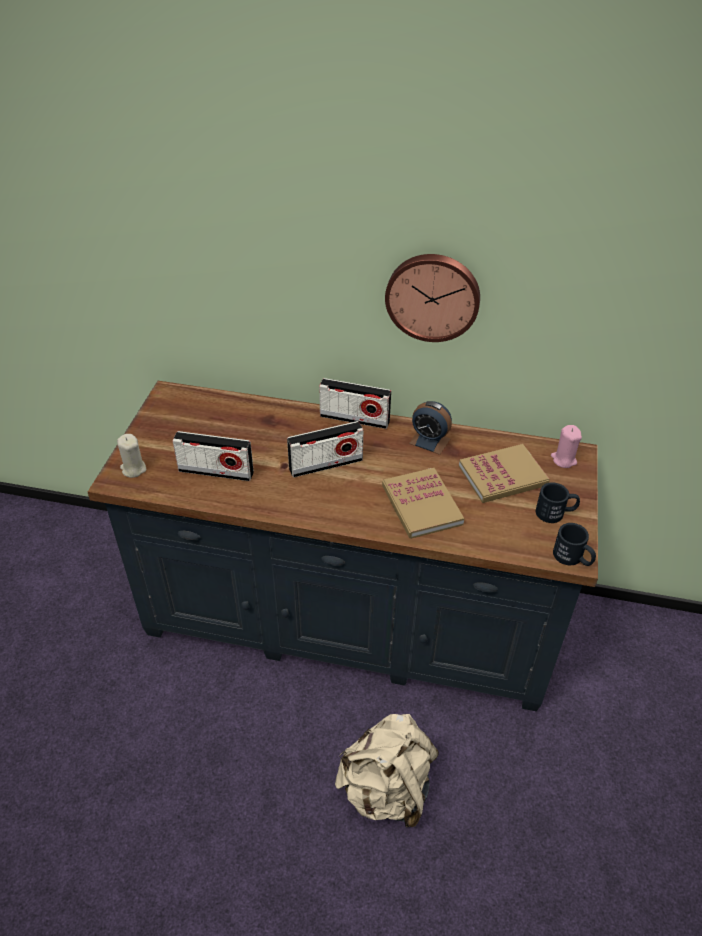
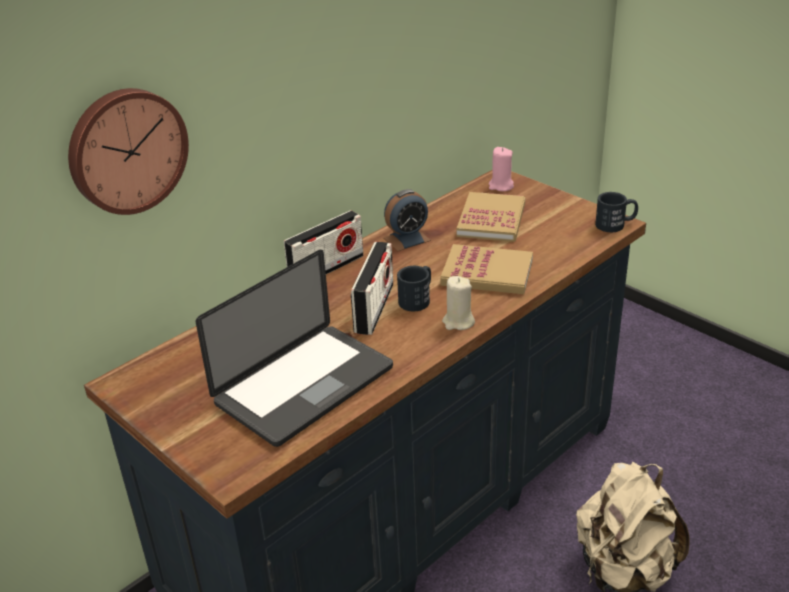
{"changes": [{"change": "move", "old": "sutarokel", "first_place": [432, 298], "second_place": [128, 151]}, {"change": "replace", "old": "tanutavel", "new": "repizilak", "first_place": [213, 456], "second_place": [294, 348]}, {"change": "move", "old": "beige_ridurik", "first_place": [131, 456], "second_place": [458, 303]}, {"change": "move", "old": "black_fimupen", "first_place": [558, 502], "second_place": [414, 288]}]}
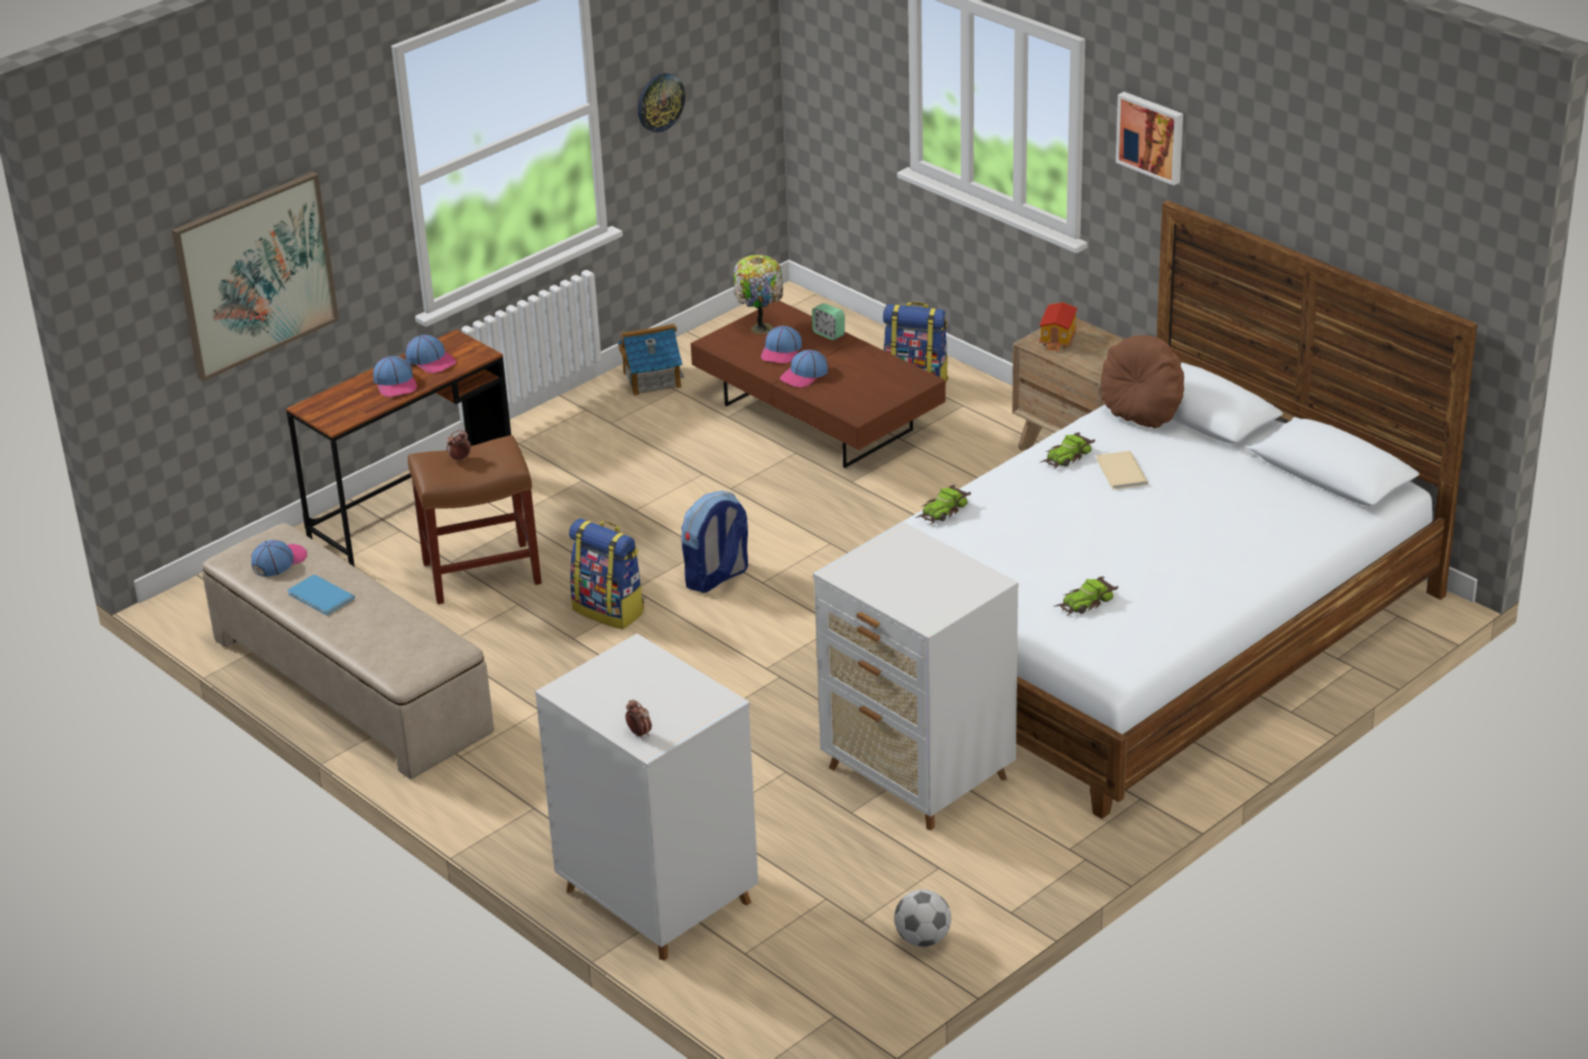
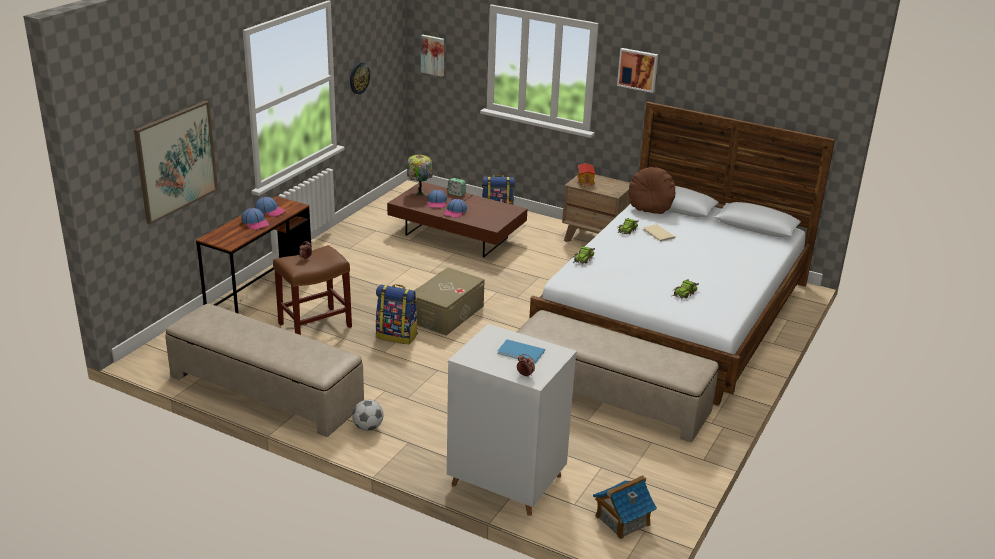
{"changes": [{"change": "move", "old": "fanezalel", "first_place": [651, 359], "second_place": [625, 507]}, {"change": "replace", "old": "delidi", "new": "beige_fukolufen", "first_place": [714, 542], "second_place": [449, 301]}, {"change": "replace", "old": "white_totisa", "new": "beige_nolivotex", "first_place": [916, 675], "second_place": [618, 376]}, {"change": "delete", "old": "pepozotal", "first_place": [279, 558]}, {"change": "move", "old": "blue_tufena", "first_place": [321, 594], "second_place": [521, 351]}, {"change": "move", "old": "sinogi", "first_place": [922, 918], "second_place": [367, 415]}, {"change": "insert", "new": "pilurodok", "second_place": [432, 56]}]}
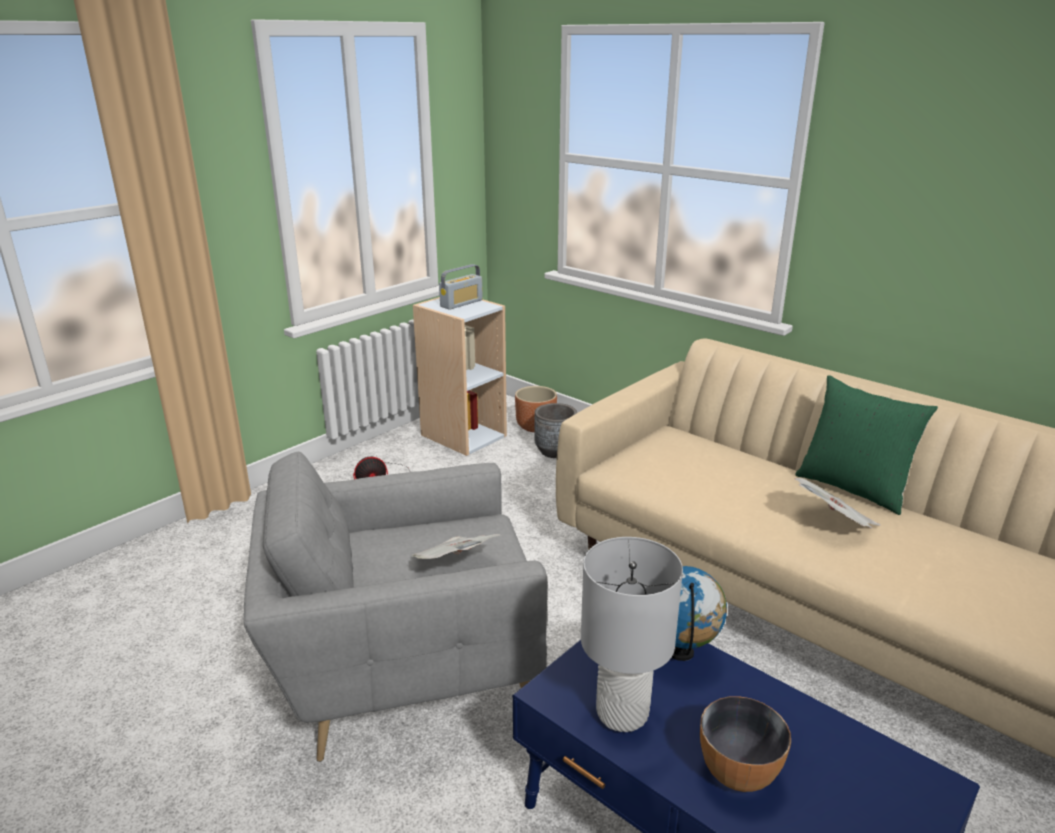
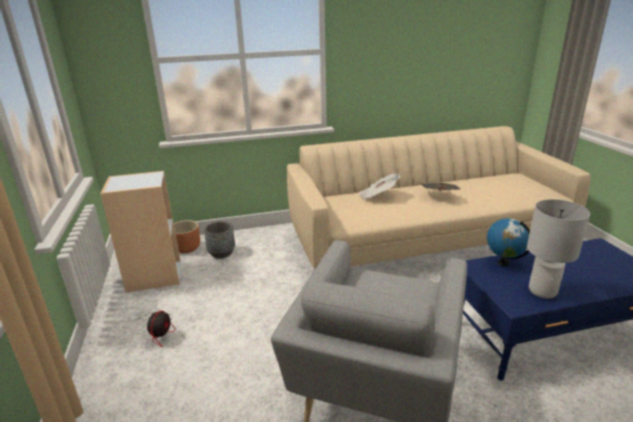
{"changes": [{"change": "delete", "old": "tanutavel", "first_place": [461, 287]}, {"change": "delete", "old": "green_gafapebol", "first_place": [866, 445]}, {"change": "move", "old": "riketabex", "first_place": [456, 546], "second_place": [379, 187]}, {"change": "delete", "old": "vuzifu", "first_place": [745, 744]}]}
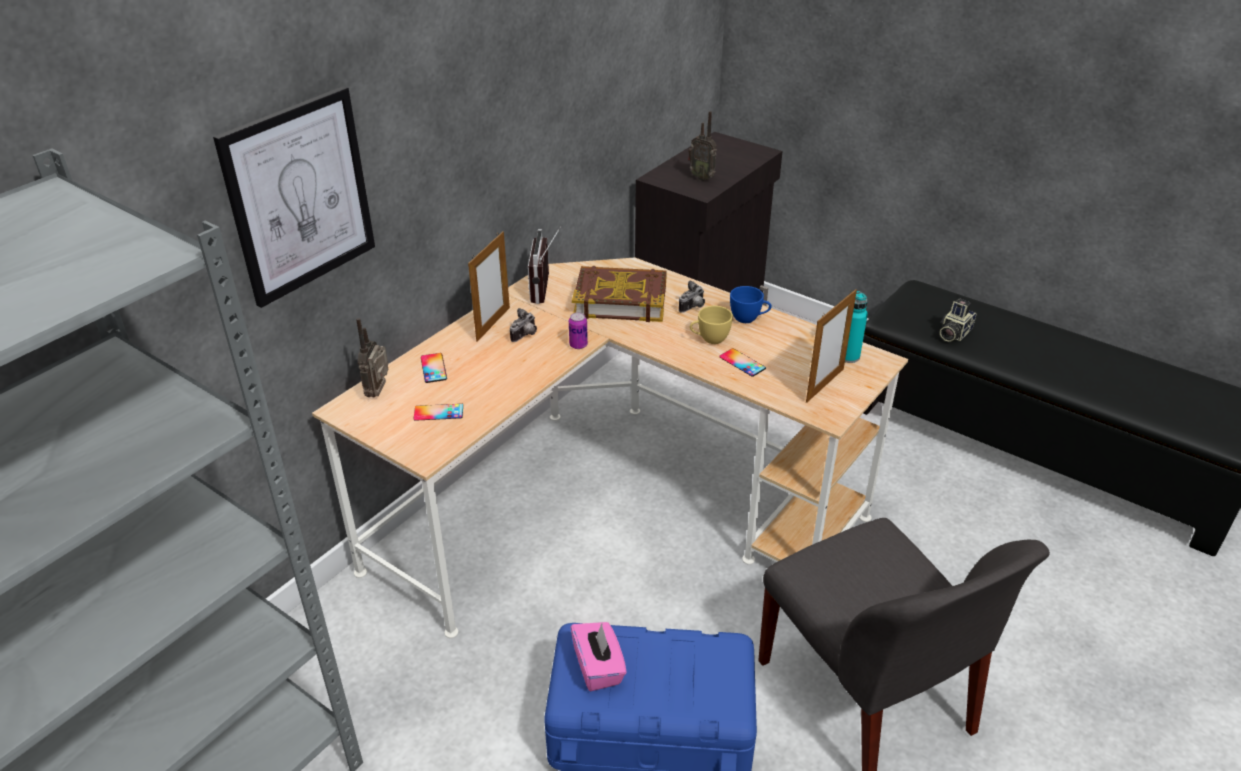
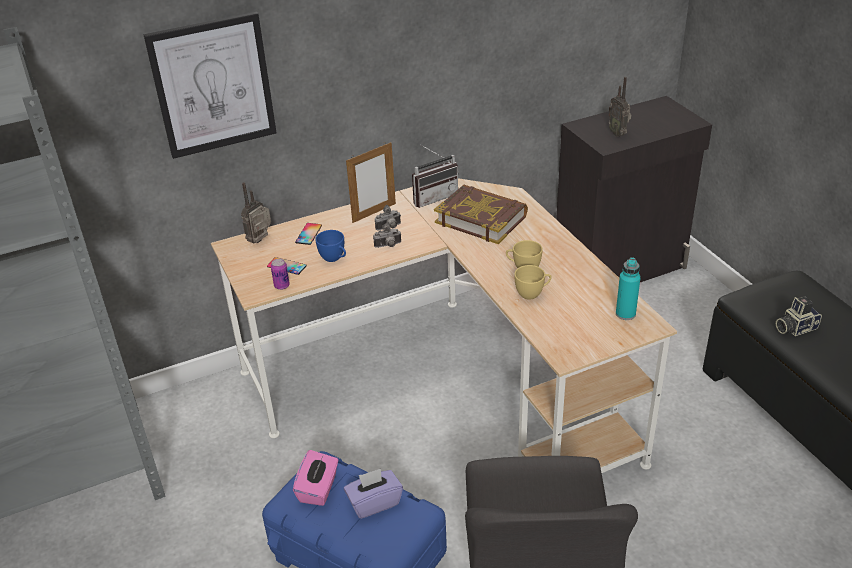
{"changes": [{"change": "rotate", "old": "tanutavel", "first_place": [544, 265], "second_place": [435, 176], "degrees": -150}, {"change": "move", "old": "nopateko", "first_place": [692, 297], "second_place": [387, 235]}, {"change": "move", "old": "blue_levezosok", "first_place": [750, 304], "second_place": [330, 246]}, {"change": "delete", "old": "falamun", "first_place": [831, 346]}, {"change": "move", "old": "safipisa", "first_place": [578, 330], "second_place": [280, 274]}, {"change": "replace", "old": "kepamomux", "new": "yellow_levezosok", "first_place": [742, 362], "second_place": [533, 282]}, {"change": "insert", "new": "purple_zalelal", "second_place": [373, 493]}]}
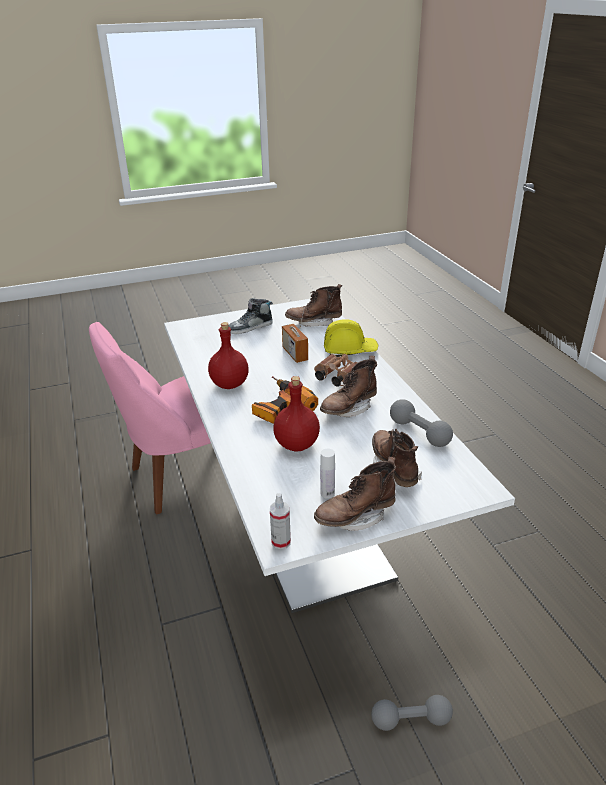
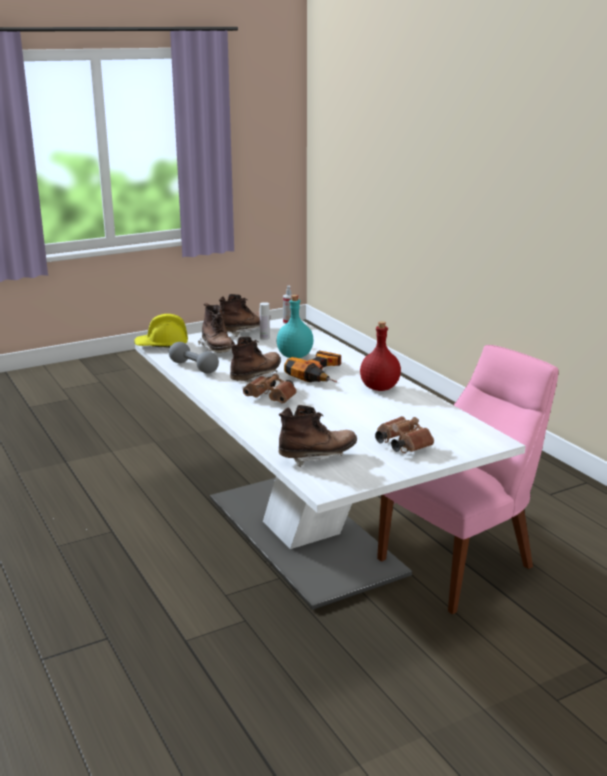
{"changes": [{"change": "replace", "old": "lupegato", "new": "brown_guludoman", "first_place": [250, 316], "second_place": [404, 434]}, {"change": "delete", "old": "tanutavel", "first_place": [295, 335]}, {"change": "move", "old": "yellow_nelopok", "first_place": [351, 338], "second_place": [161, 331]}, {"change": "recolor", "old": "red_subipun", "new": "turquoise_subipun", "first_place": [296, 414], "second_place": [295, 326]}, {"change": "delete", "old": "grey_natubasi", "first_place": [412, 713]}]}
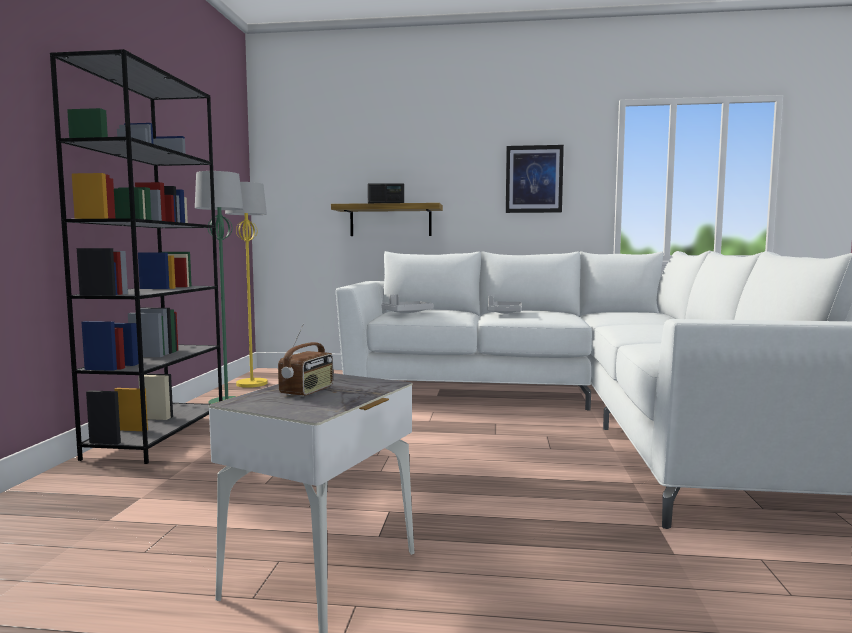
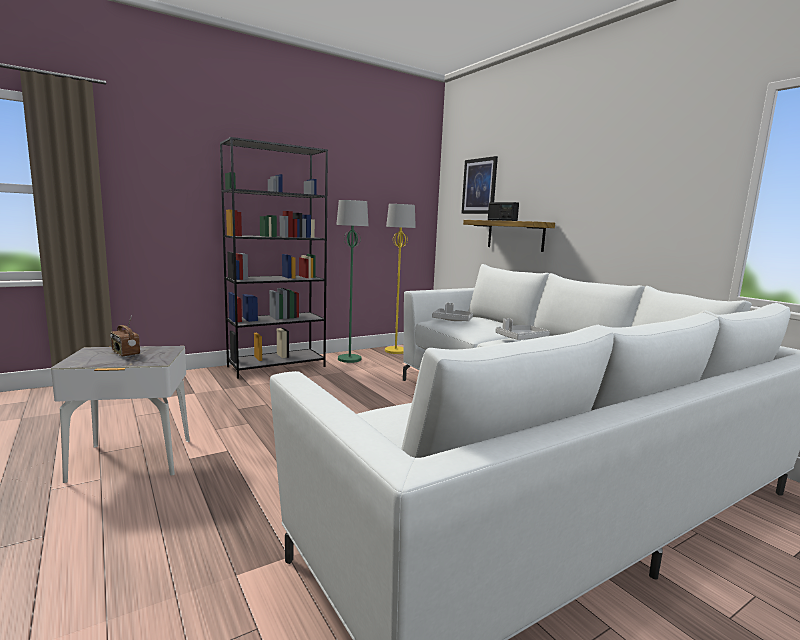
{"changes": [{"change": "move", "old": "pilurodok", "first_place": [535, 179], "second_place": [479, 185]}, {"change": "rotate", "old": "tanutavel", "first_place": [305, 360], "second_place": [125, 337], "degrees": 60}]}
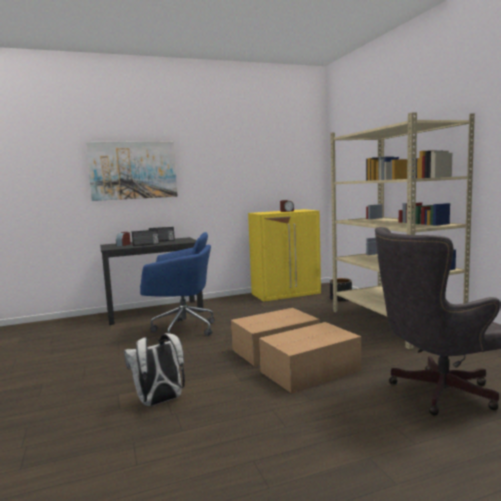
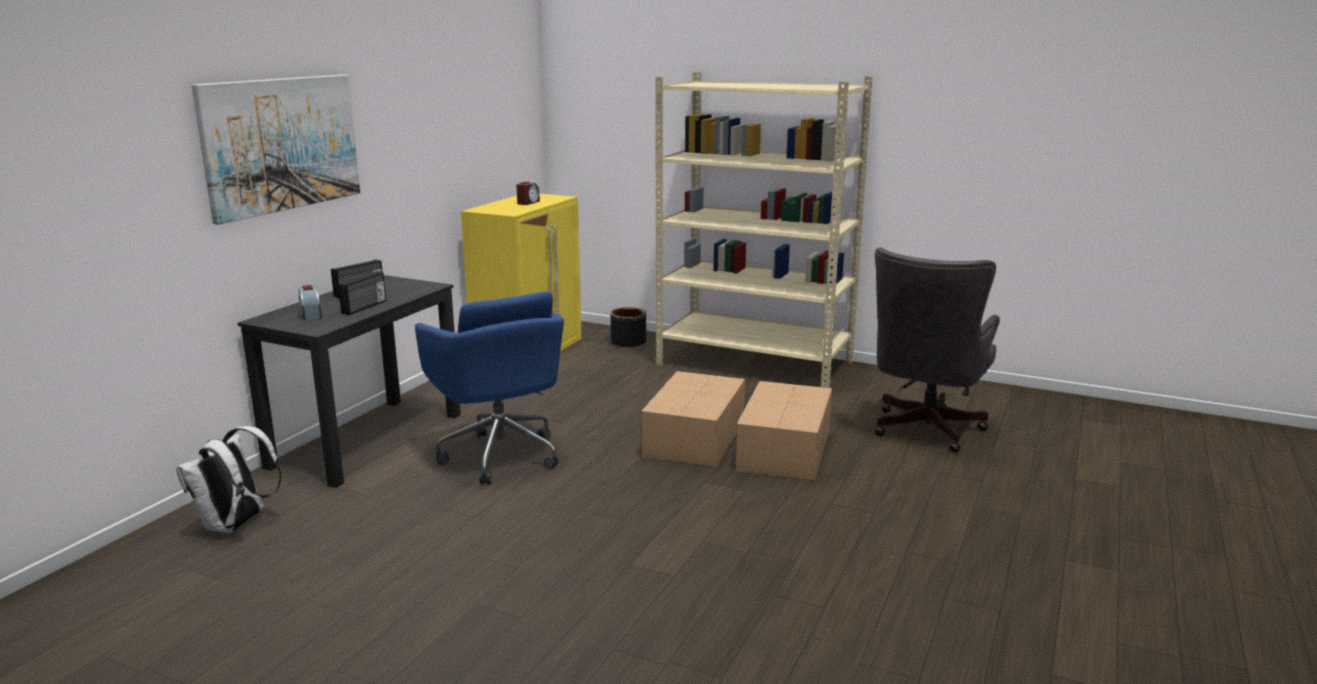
{"changes": [{"change": "rotate", "old": "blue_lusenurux", "first_place": [177, 286], "second_place": [489, 388], "degrees": 105}, {"change": "move", "old": "white_delidi", "first_place": [154, 369], "second_place": [229, 479]}]}
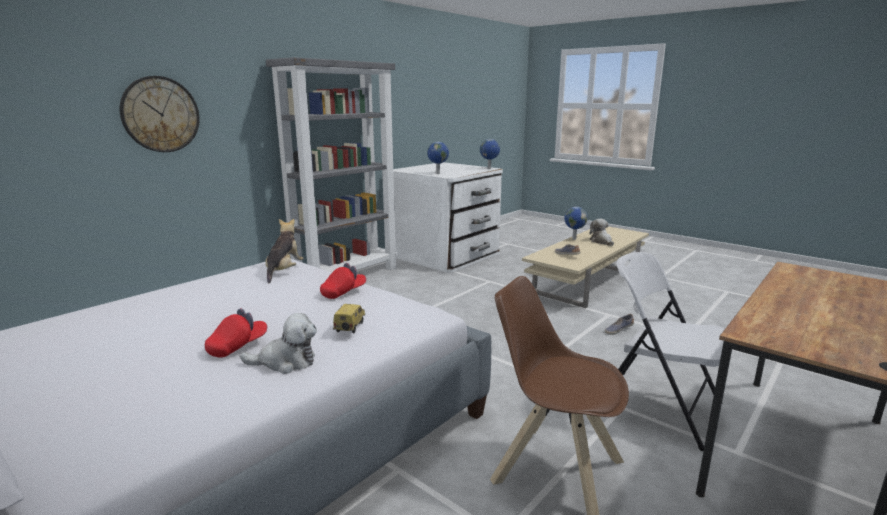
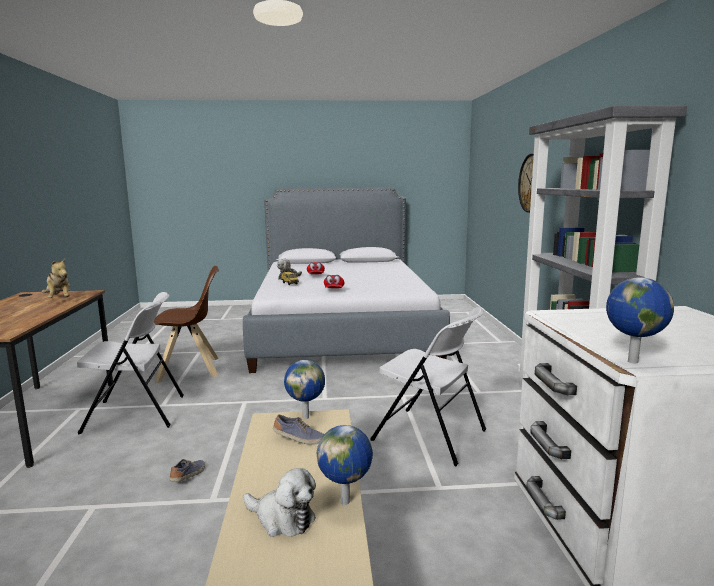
{"changes": [{"change": "move", "old": "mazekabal", "first_place": [438, 158], "second_place": [304, 389]}, {"change": "move", "old": "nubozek", "first_place": [284, 251], "second_place": [56, 278]}, {"change": "insert", "new": "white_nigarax", "second_place": [428, 387]}]}
